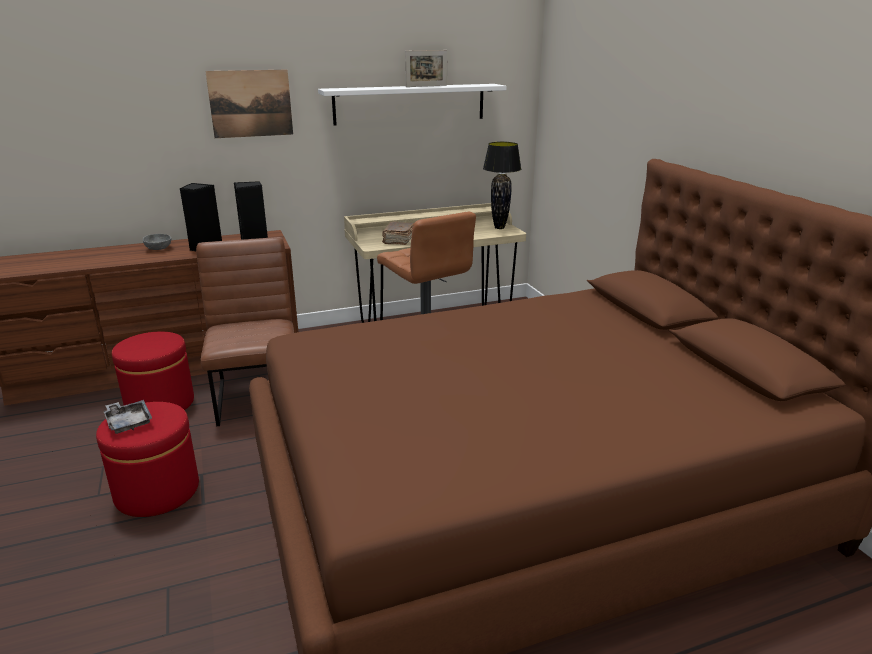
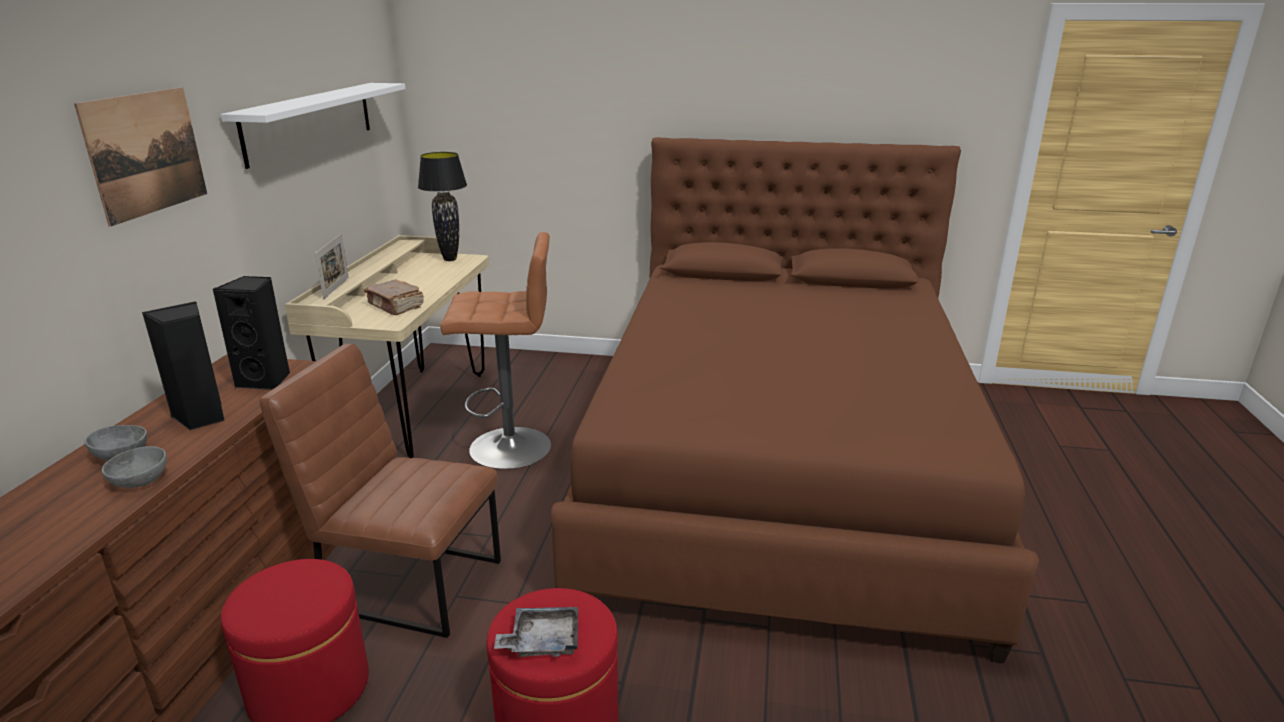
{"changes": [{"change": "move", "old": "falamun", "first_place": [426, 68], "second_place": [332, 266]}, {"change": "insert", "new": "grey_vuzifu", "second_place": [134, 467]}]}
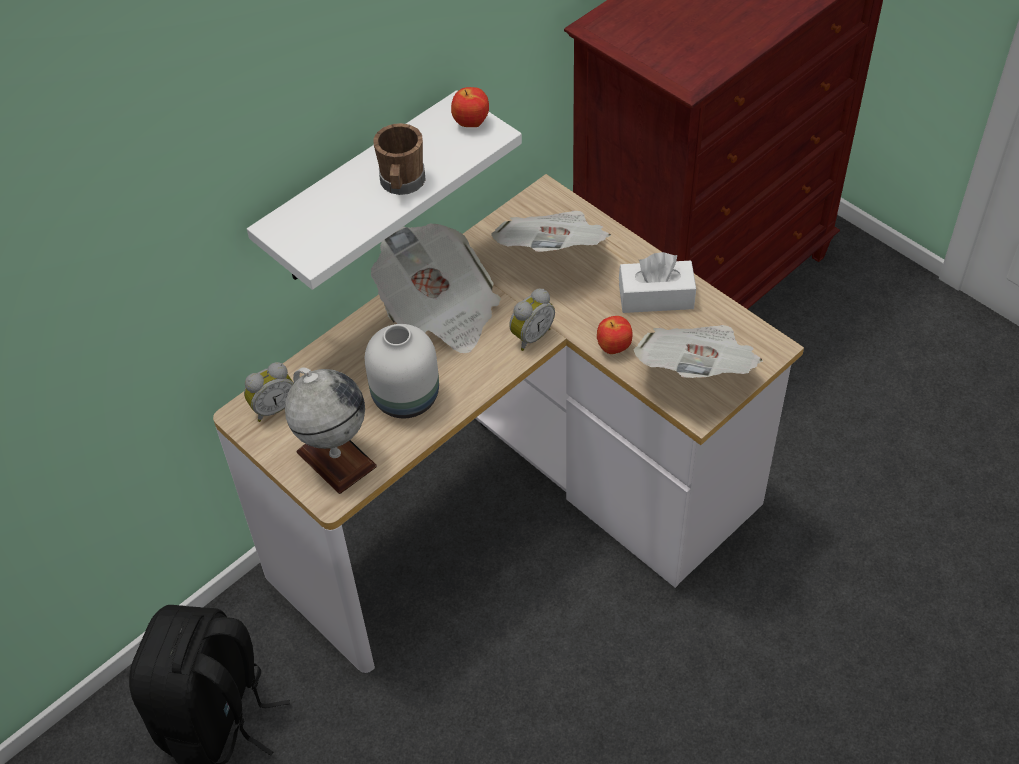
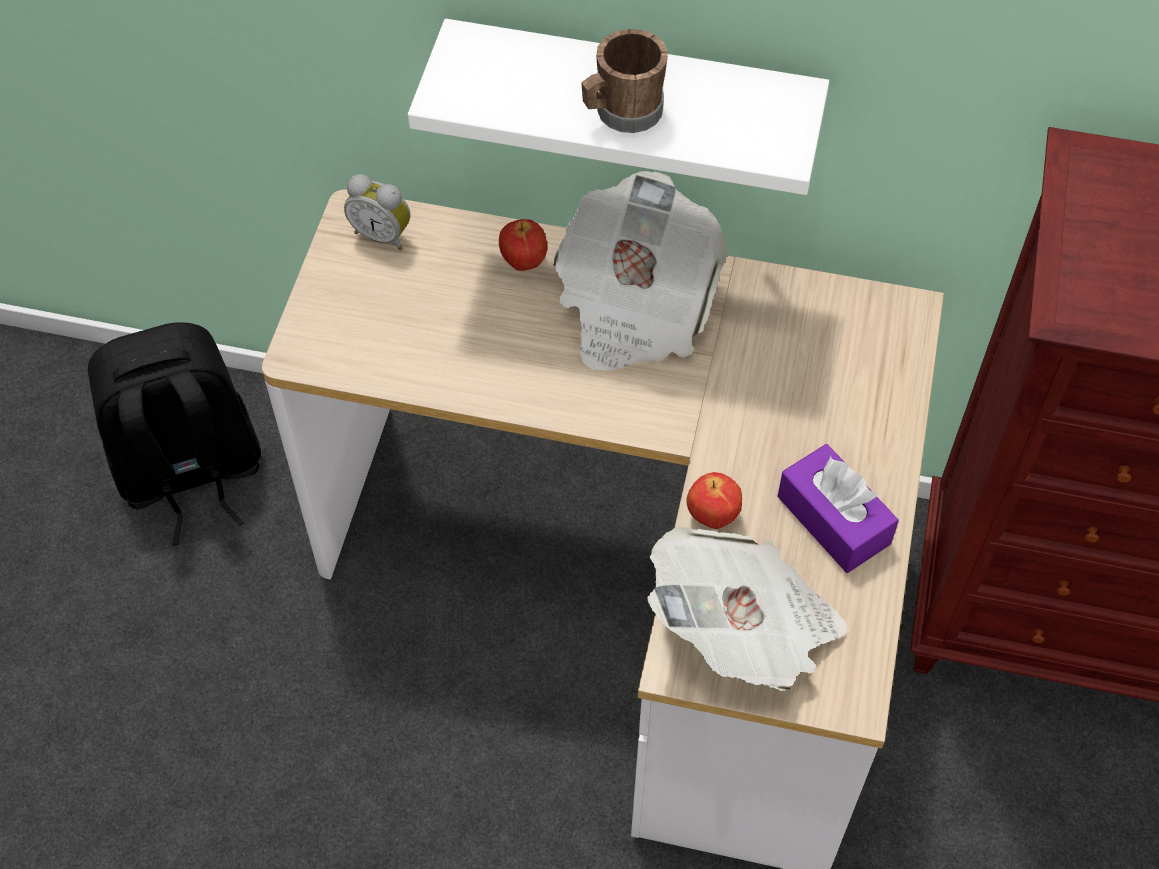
{"changes": [{"change": "move", "old": "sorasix", "first_place": [470, 107], "second_place": [523, 245]}, {"change": "delete", "old": "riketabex", "first_place": [551, 231]}, {"change": "recolor", "old": "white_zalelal", "new": "purple_zalelal", "first_place": [657, 282], "second_place": [838, 508]}, {"change": "delete", "old": "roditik", "first_place": [532, 319]}, {"change": "delete", "old": "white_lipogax", "first_place": [402, 371]}, {"change": "delete", "old": "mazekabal", "first_place": [331, 430]}]}
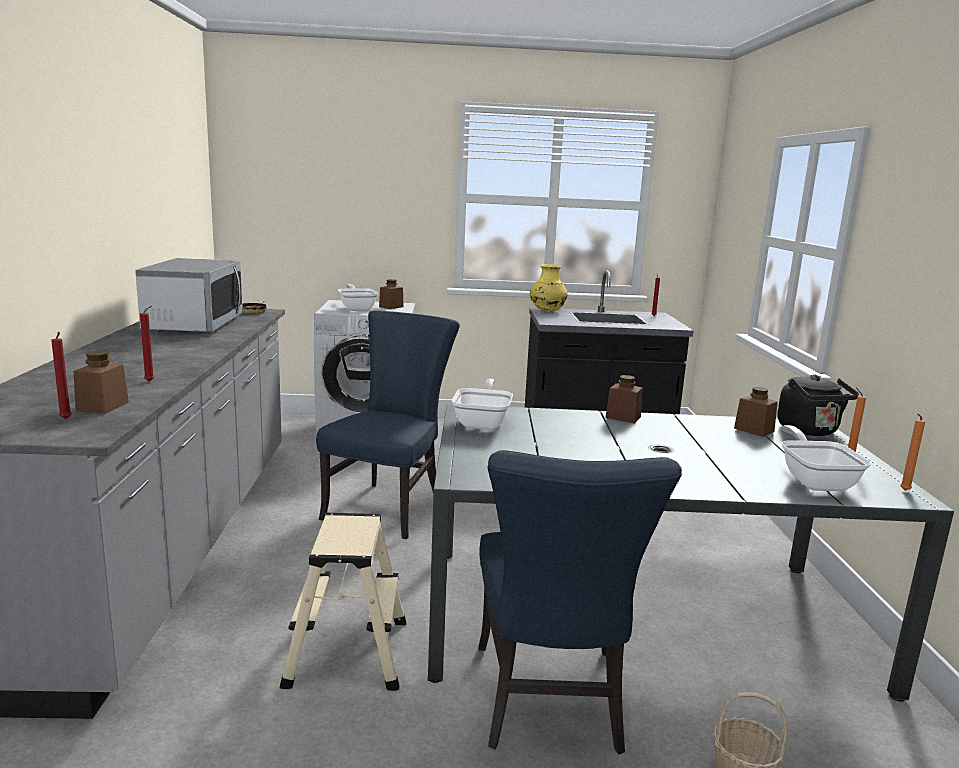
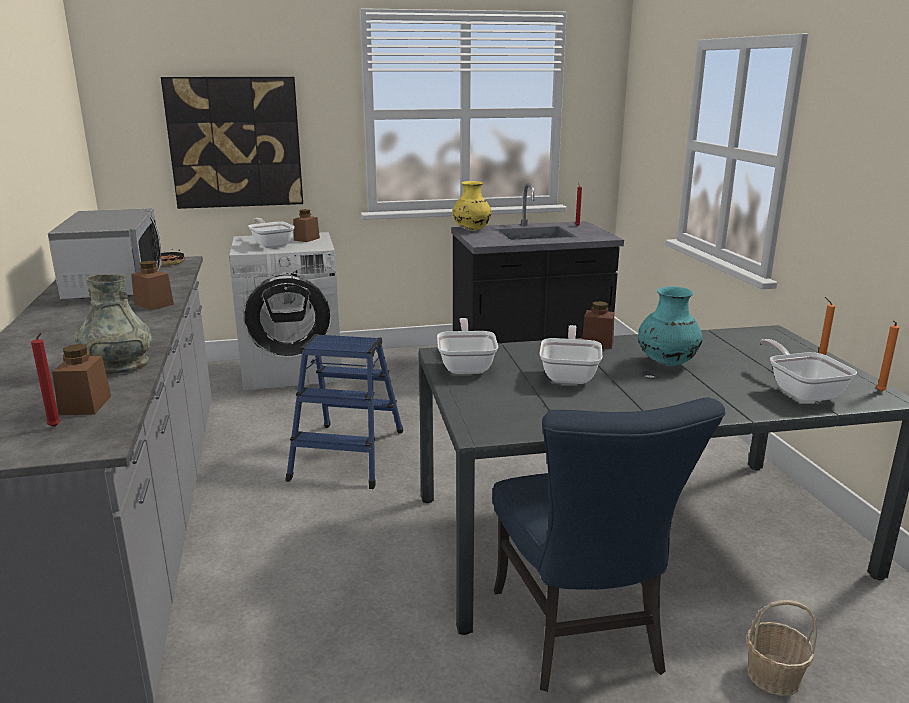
{"changes": [{"change": "replace", "old": "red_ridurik", "new": "grey_lipogax", "first_place": [147, 344], "second_place": [112, 324]}, {"change": "replace", "old": "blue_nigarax", "new": "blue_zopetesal", "first_place": [388, 425], "second_place": [344, 411]}, {"change": "delete", "old": "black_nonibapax", "first_place": [818, 405]}, {"change": "move", "old": "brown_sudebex", "first_place": [756, 412], "second_place": [152, 285]}, {"change": "delete", "old": "beige_zopetesal", "first_place": [343, 602]}, {"change": "insert", "new": "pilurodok", "second_place": [232, 143]}, {"change": "insert", "new": "turquoise_lipogax", "second_place": [670, 326]}, {"change": "insert", "new": "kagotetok", "second_place": [571, 354]}]}
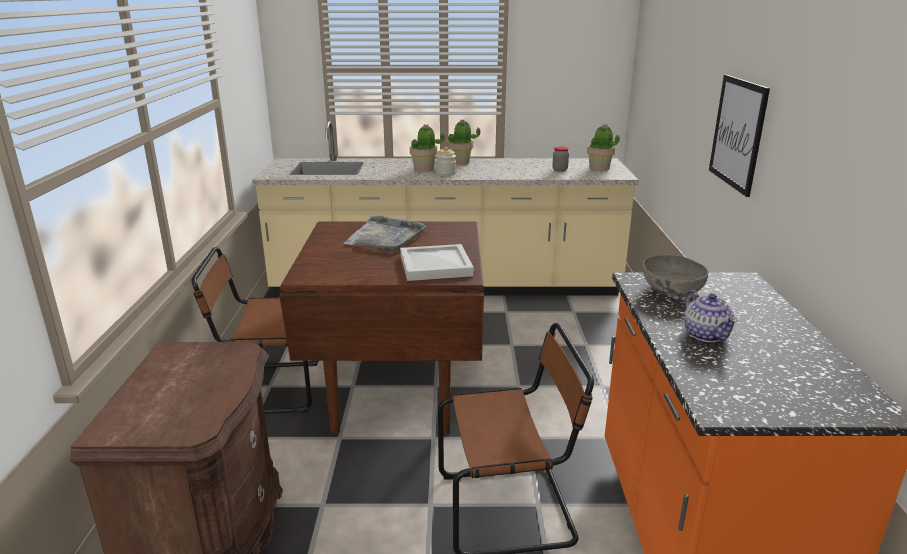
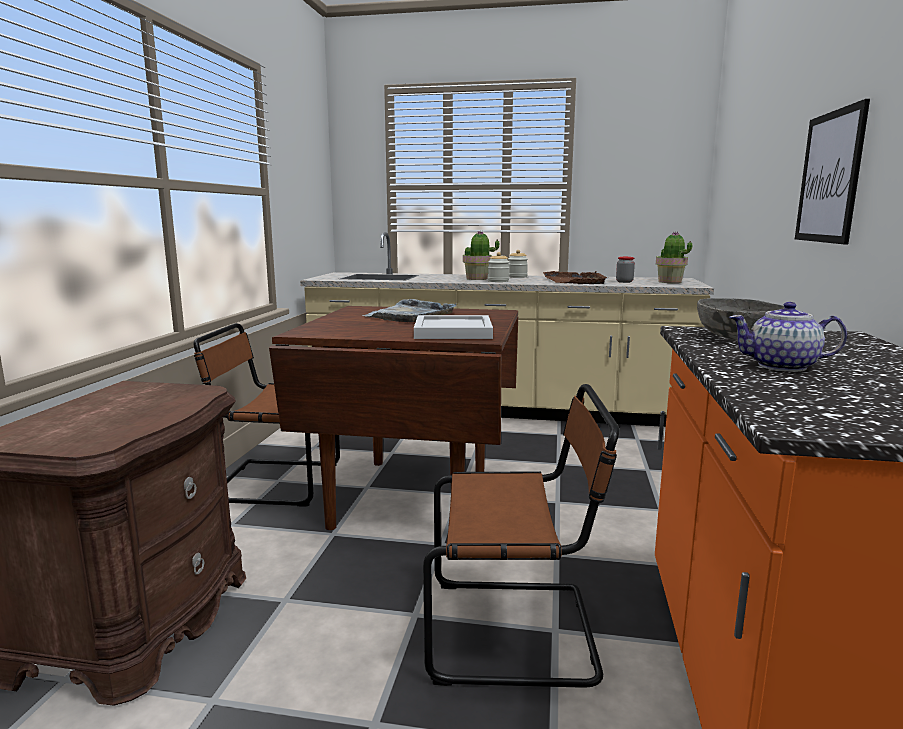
{"changes": [{"change": "replace", "old": "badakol", "new": "sudebex", "first_place": [463, 142], "second_place": [518, 264]}, {"change": "rotate", "old": "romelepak", "first_place": [711, 316], "second_place": [788, 337], "degrees": 105}, {"change": "insert", "new": "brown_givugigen", "second_place": [575, 277]}]}
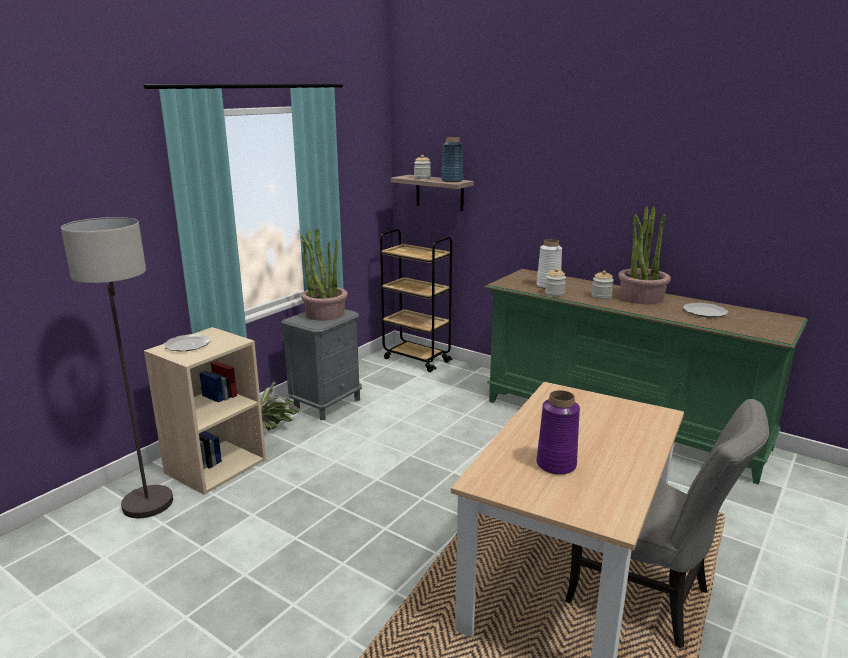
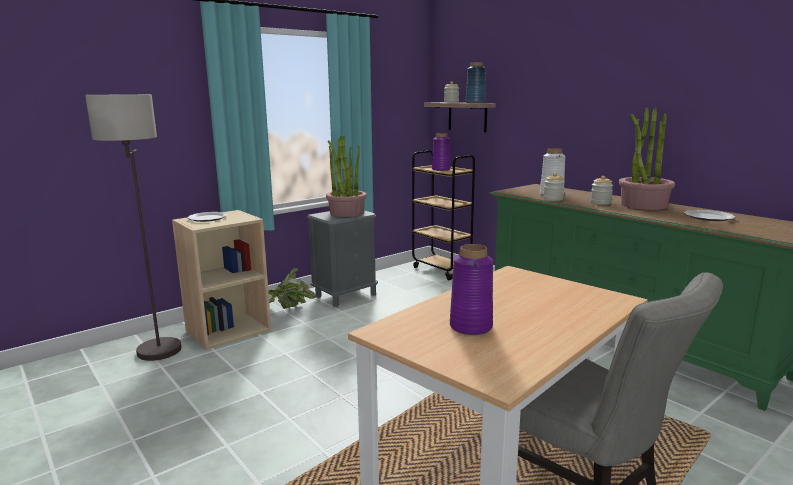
{"changes": [{"change": "insert", "new": "purple_lipogax", "second_place": [441, 152]}]}
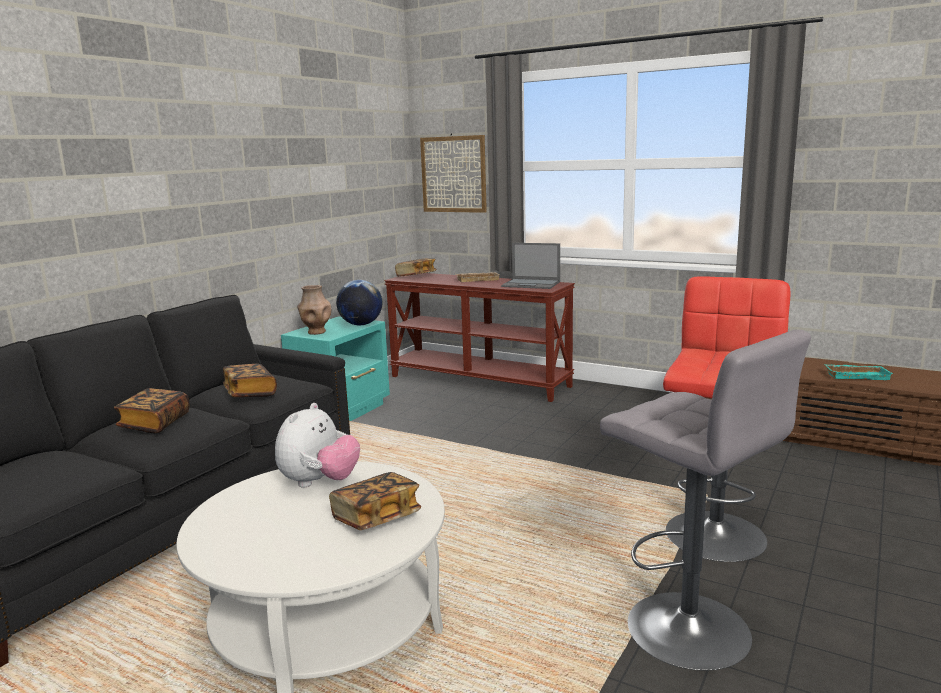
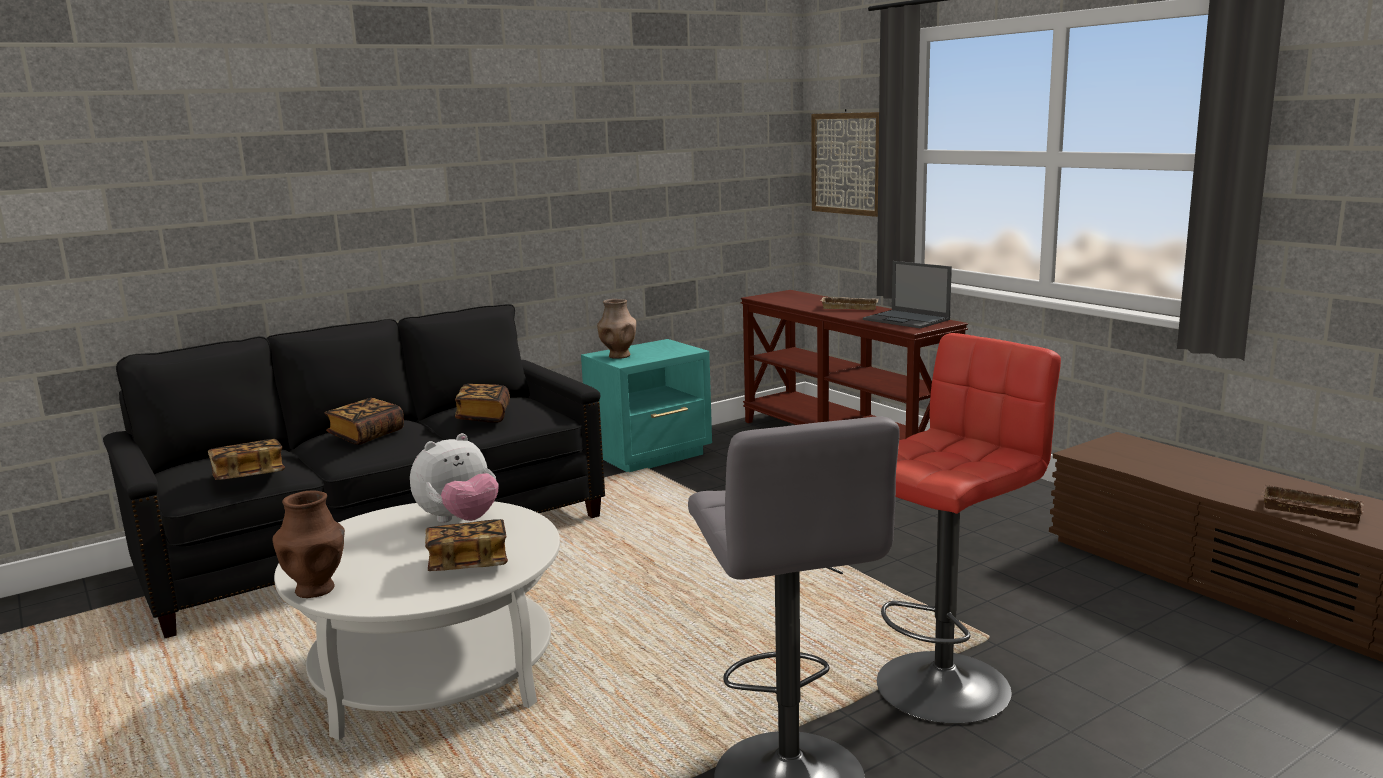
{"changes": [{"change": "move", "old": "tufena", "first_place": [416, 267], "second_place": [246, 459]}, {"change": "delete", "old": "mazekabal", "first_place": [359, 302]}, {"change": "recolor", "old": "turquoise_givugigen", "new": "brown_givugigen", "first_place": [858, 372], "second_place": [1312, 504]}, {"change": "insert", "new": "brown_lipogax", "second_place": [309, 544]}]}
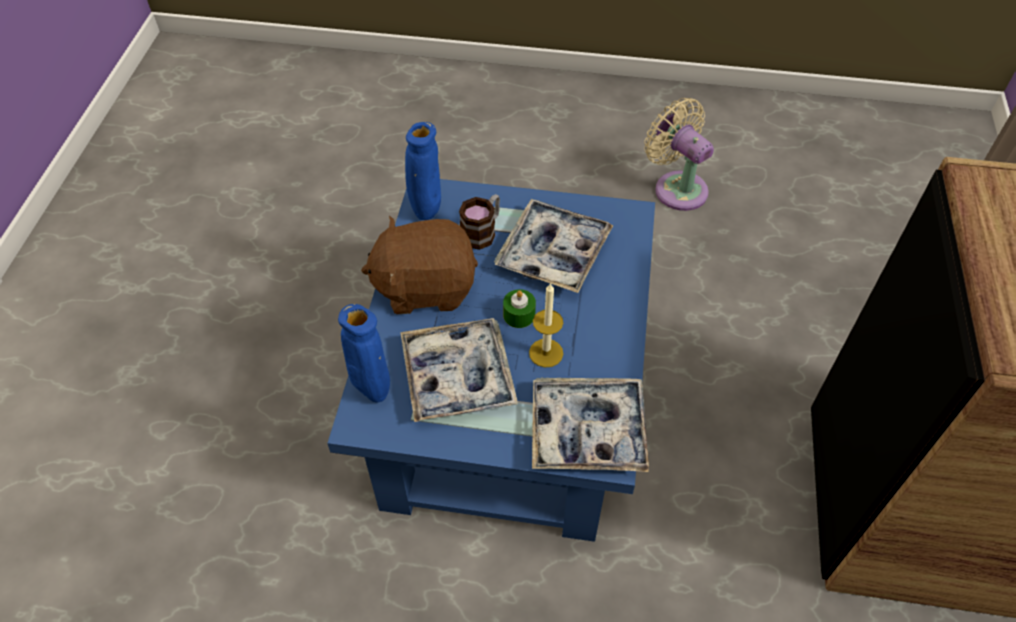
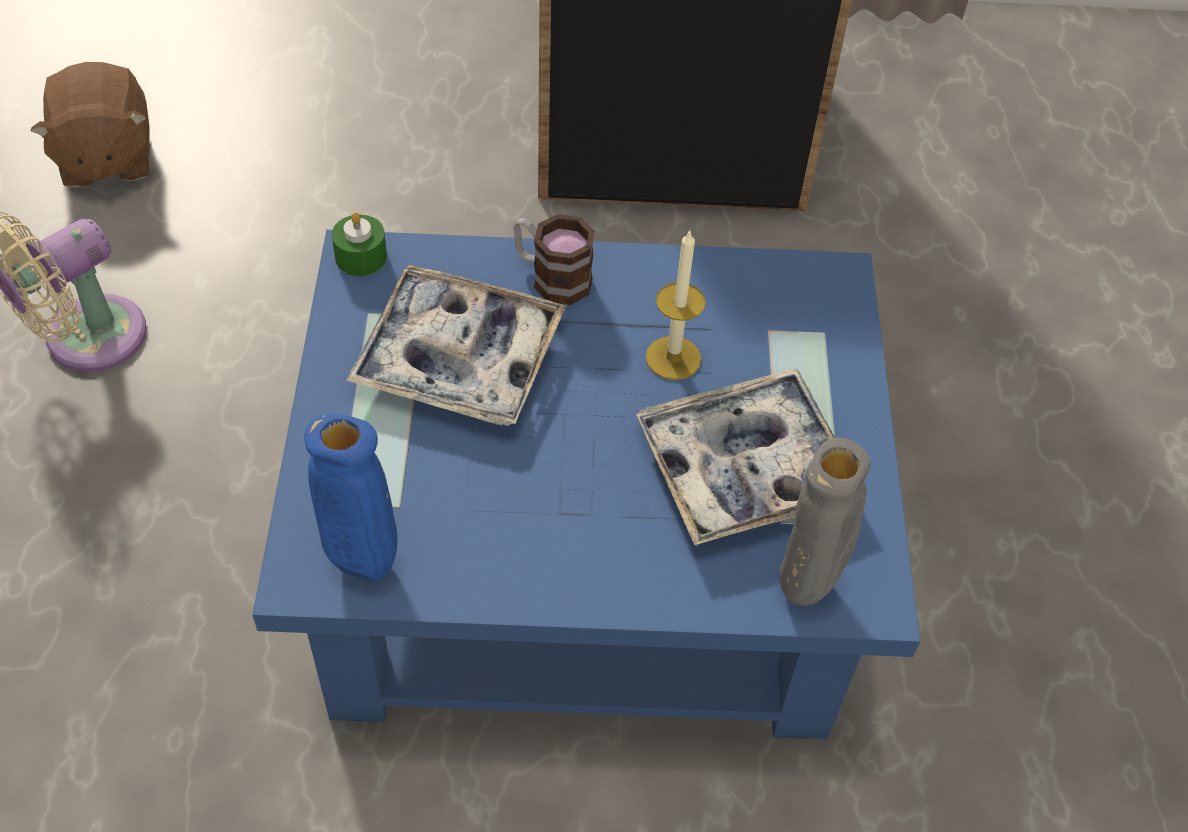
{"changes": [{"change": "move", "old": "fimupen", "first_place": [479, 222], "second_place": [554, 259]}, {"change": "move", "old": "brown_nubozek", "first_place": [419, 265], "second_place": [90, 125]}, {"change": "move", "old": "green_ridurik", "first_place": [519, 308], "second_place": [359, 244]}, {"change": "recolor", "old": "blue_lipogax", "new": "grey_lipogax", "first_place": [364, 353], "second_place": [824, 521]}, {"change": "delete", "old": "givugigen", "first_place": [590, 424]}]}
